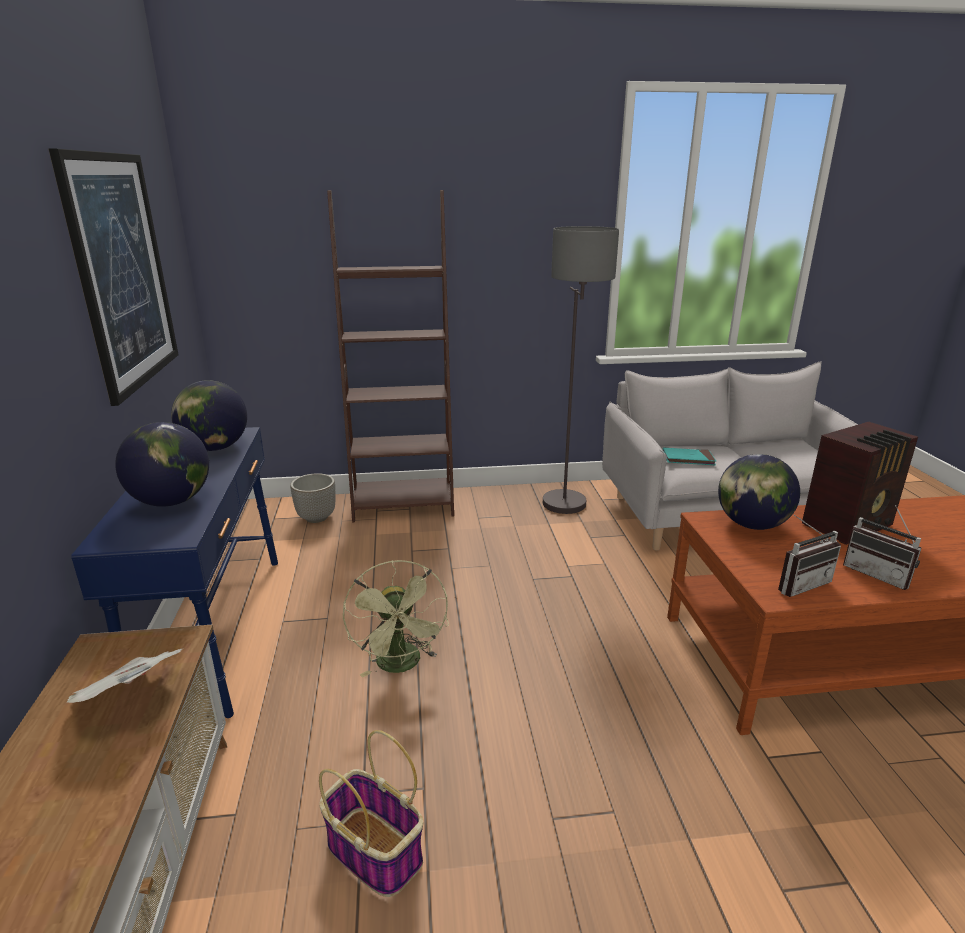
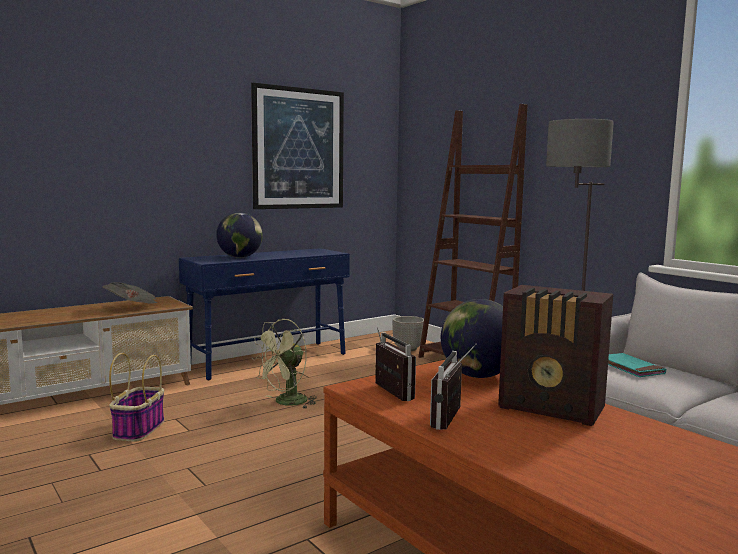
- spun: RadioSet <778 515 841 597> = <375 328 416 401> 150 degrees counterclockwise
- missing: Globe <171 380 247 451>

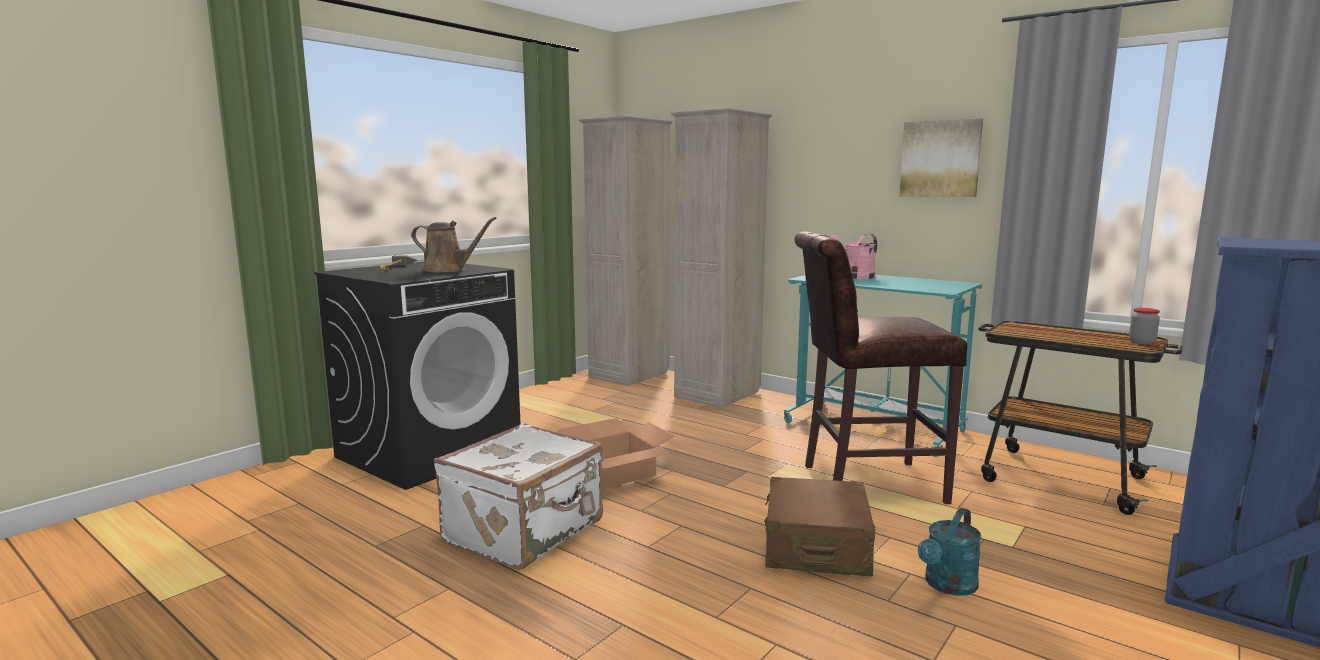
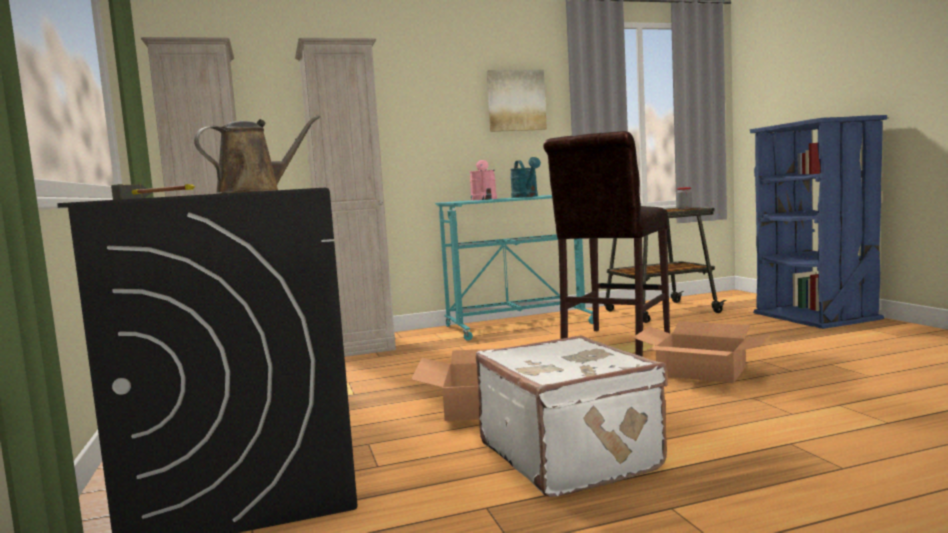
- relocated: BlueGreenWateringPot <918 508 982 596> to <510 157 541 198>
- exchanged: BrownColouredTravelCase <764 477 875 576> to CardboardBox <632 321 771 383>

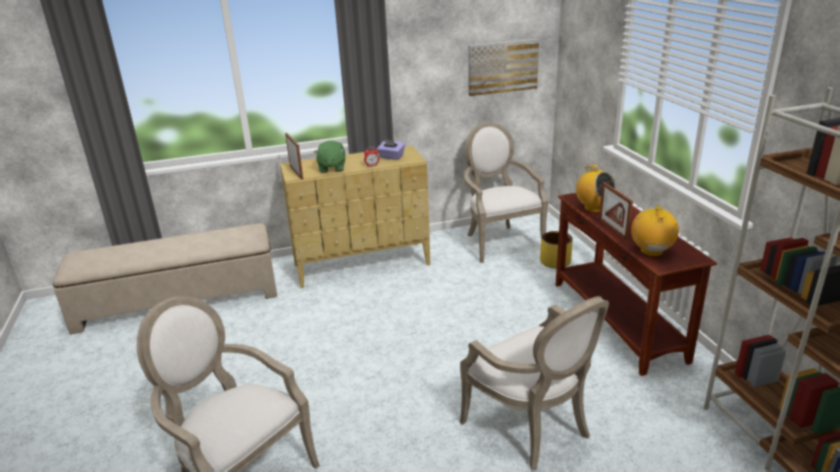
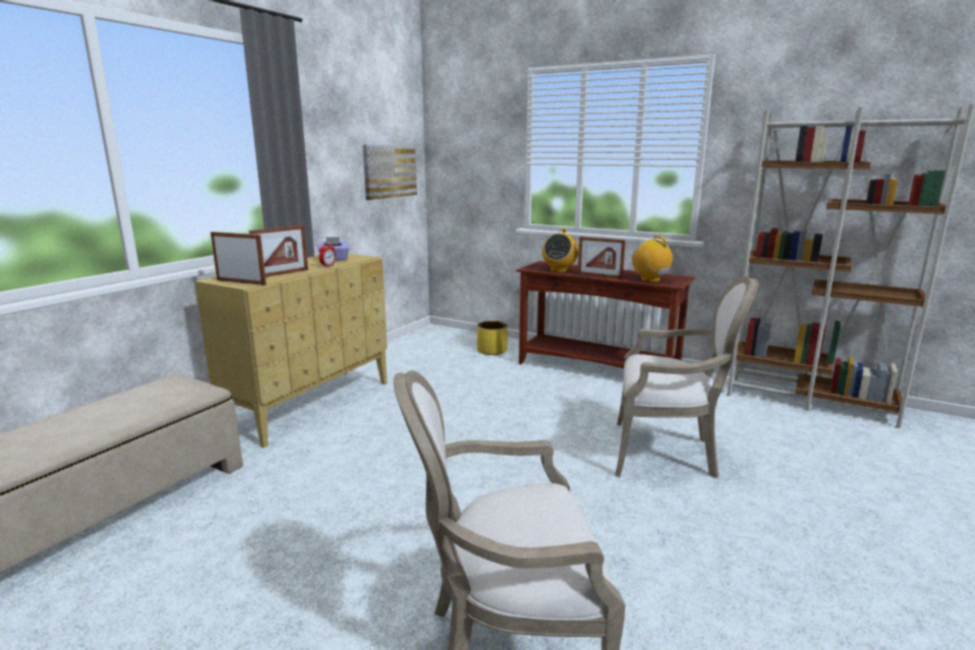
- exchanged: GreenColouredSoftToy <314 140 345 173> to PictureFrame <249 225 308 277>
- spun: RadioSet <575 165 616 212> = <542 228 578 272> 105 degrees clockwise
- missing: Armchair <464 122 548 263>

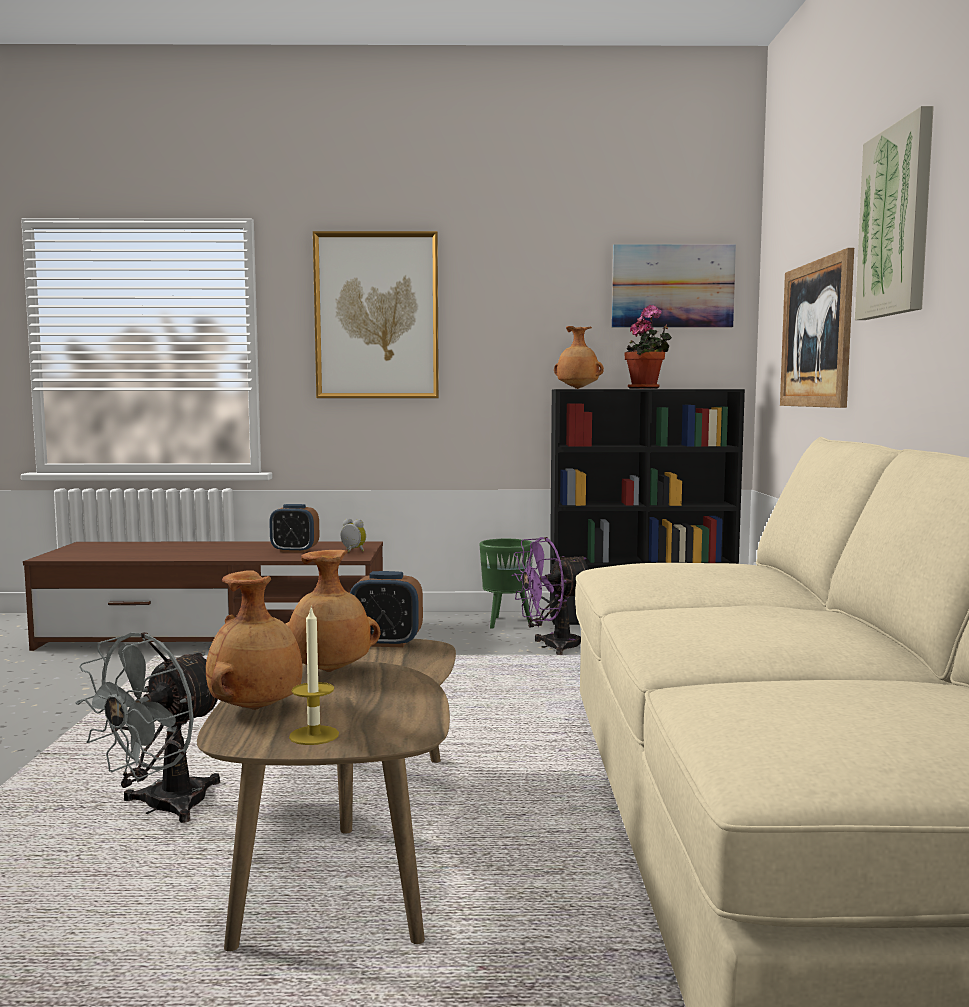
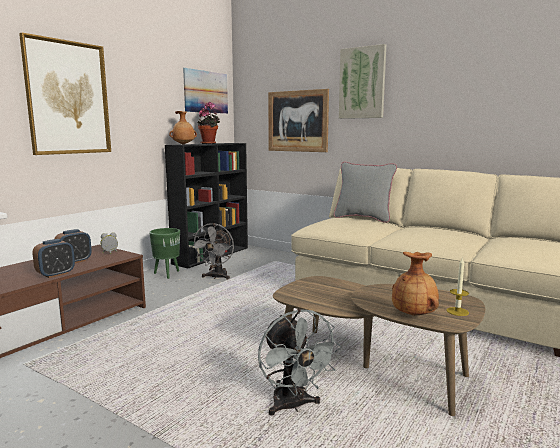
- relocated: TableClock <350 571 423 647> to <33 239 75 278>
- colour: PurpleCoolingFan <512 537 589 655> to GreyCoolingFan <190 223 234 280>
- appeared: GreyThrowPillow <334 162 397 223>
- missing: BrownColouredVase <285 550 381 672>

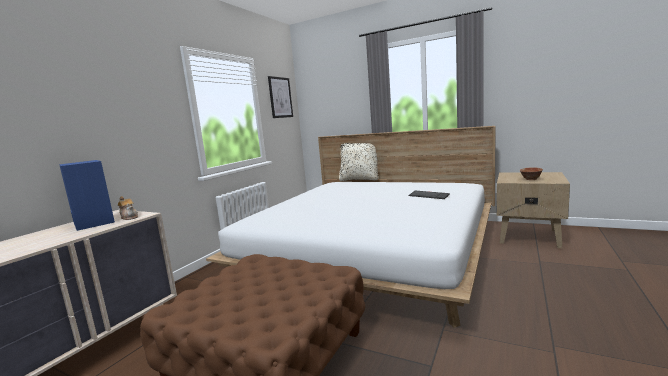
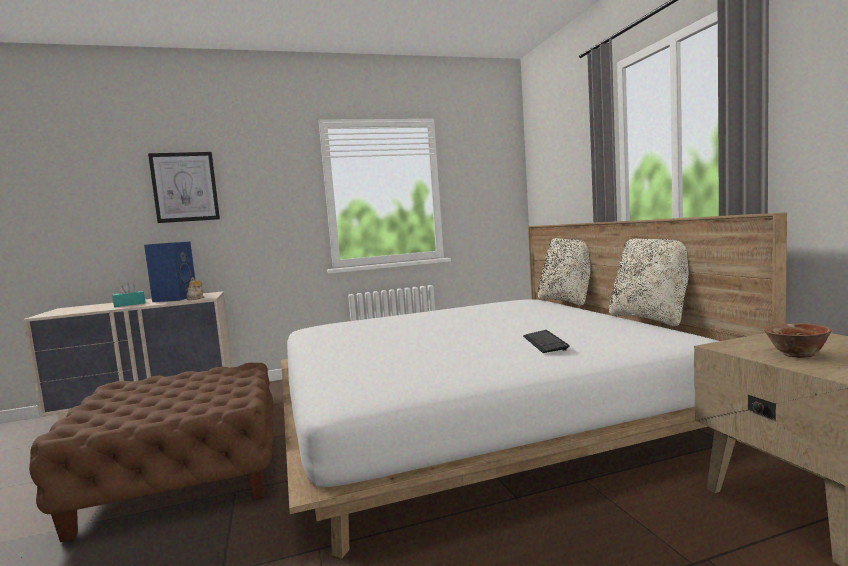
- appeared: BlueGreenTissueBox <112 282 145 307>
- relocated: Picture <268 76 293 118> to <148 152 220 223>
- appeared: BeigeThrowPillow <609 238 689 326>

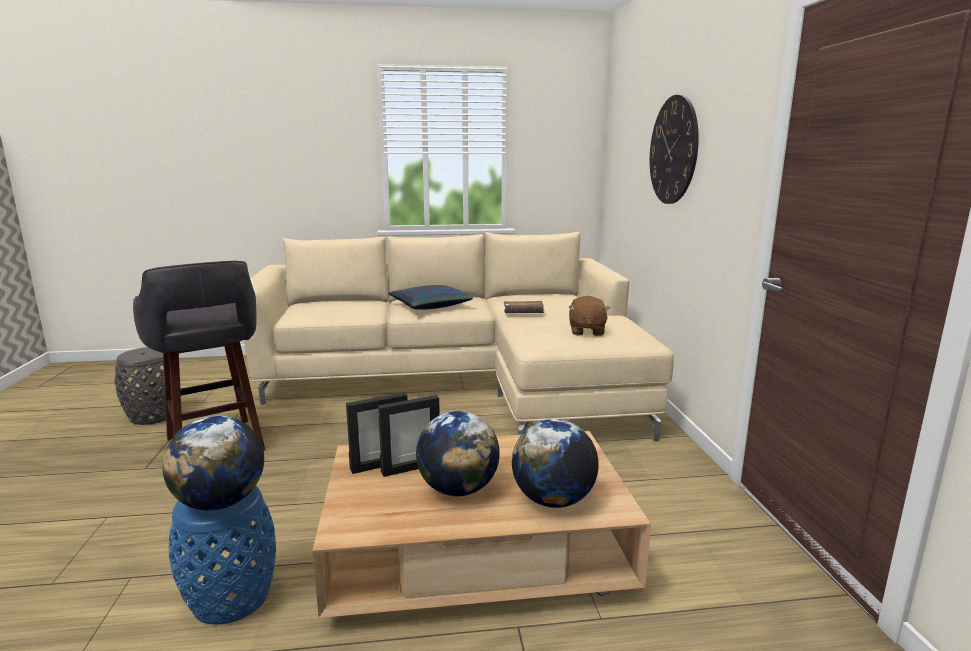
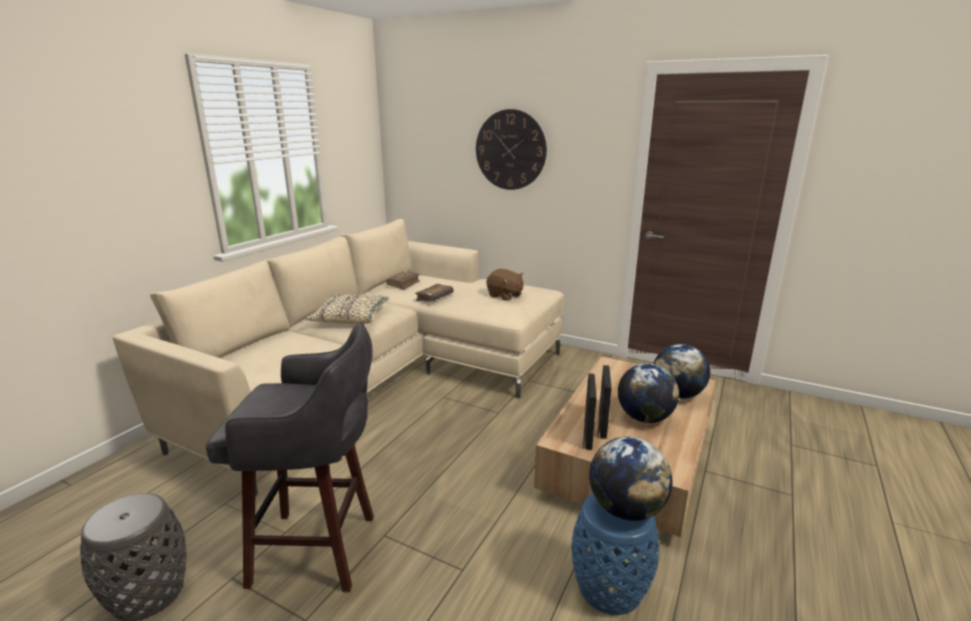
- colour: BlueThrowPillow <388 285 473 310> to BeigeThrowPillow <305 294 389 324>
- appeared: BrownColouredVolume <386 271 420 290>

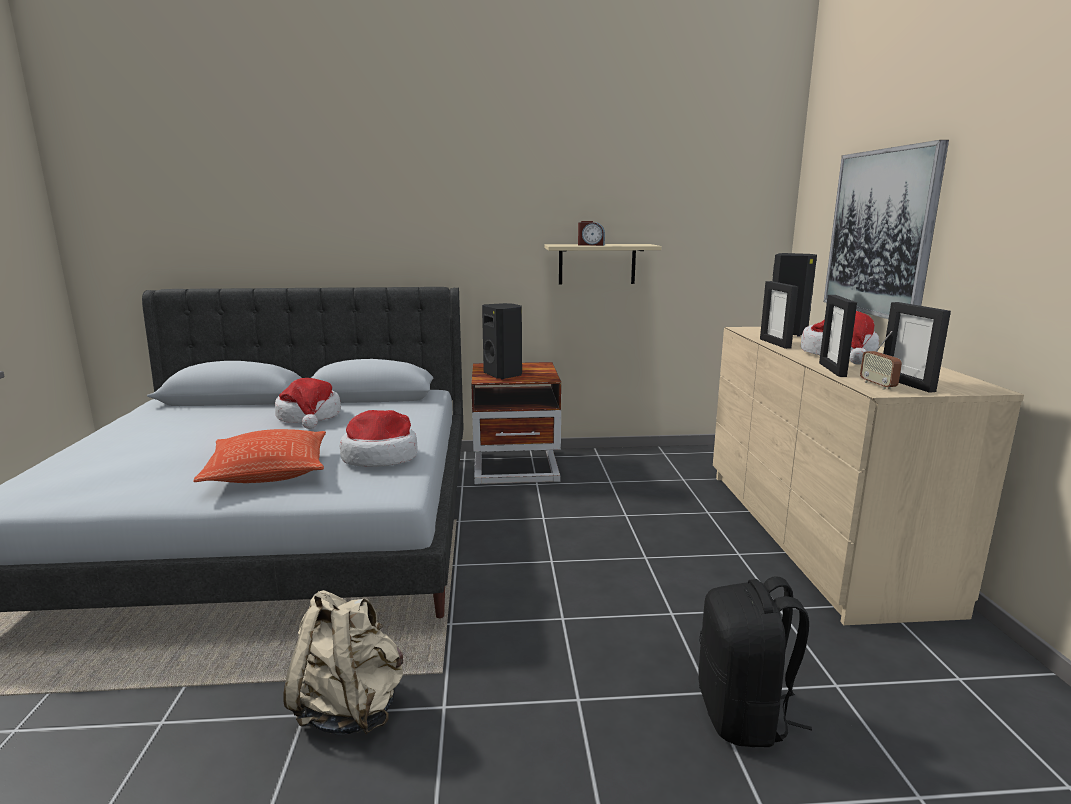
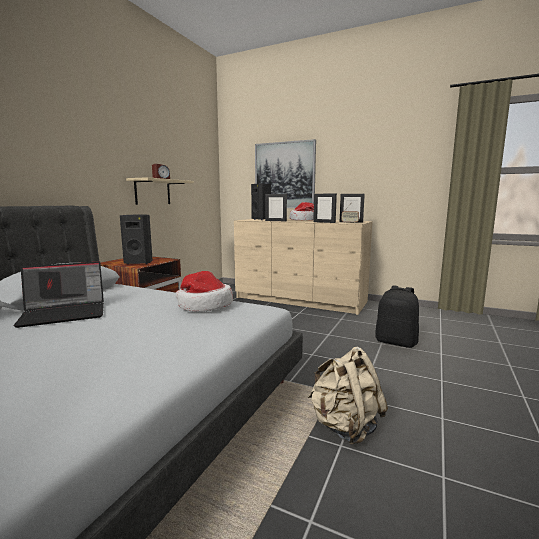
- exchanged: Hat <275 378 341 429> to PortableComputer <13 261 104 328>
- missing: OrangeyThrowPillow <193 429 326 483>

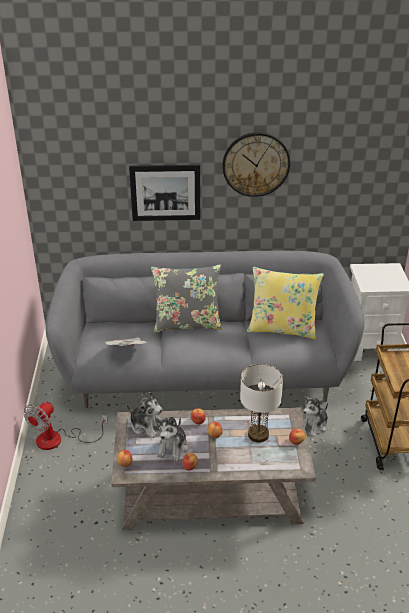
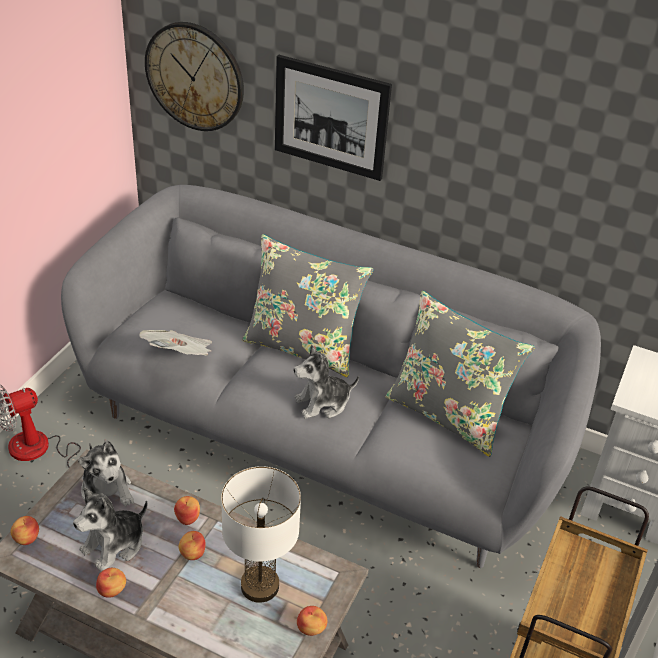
- relocated: HangingClock <223 132 290 197> to <145 22 244 131>
- relocated: SoftToy <303 395 328 437> to <294 344 359 419>
- colour: YellowThrowPillow <247 267 324 340> to GreyThrowPillow <385 291 535 457>

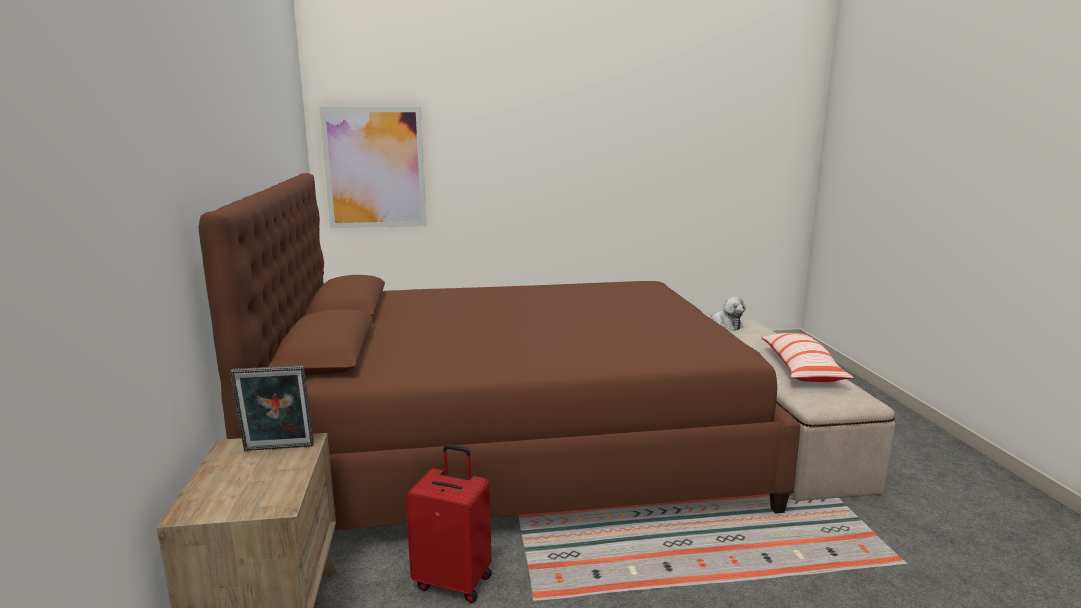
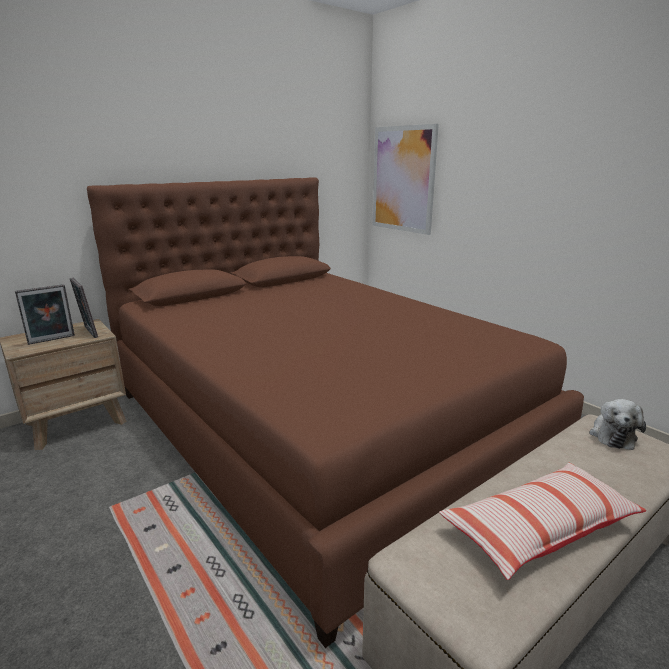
- appeared: PictureFrame <15 284 75 345>
- missing: ReddishTravelCase <406 444 492 603>

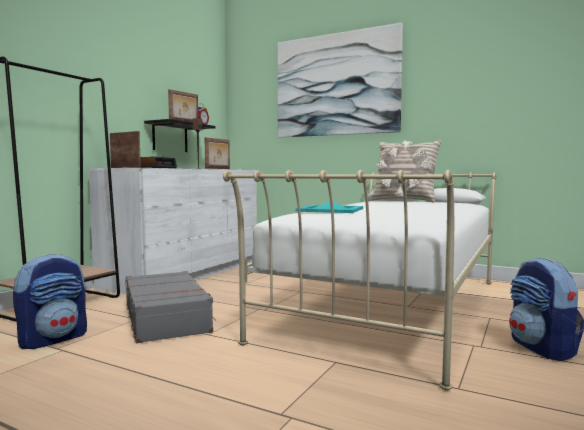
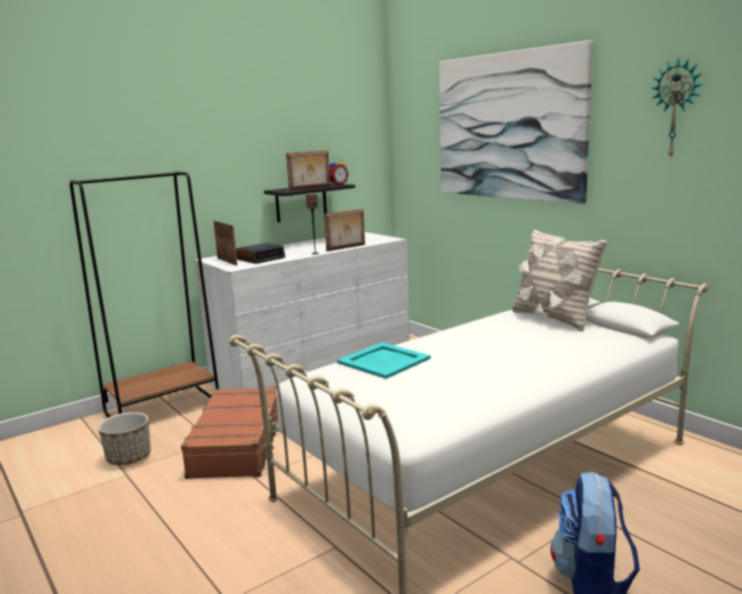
- exchanged: Backpack <13 254 87 349> to Planter <98 412 151 465>
- colour: GreyTravelCase <125 271 215 344> to BrownColouredTravelCase <181 387 278 479>
- appeared: HangingClock <651 57 703 159>

